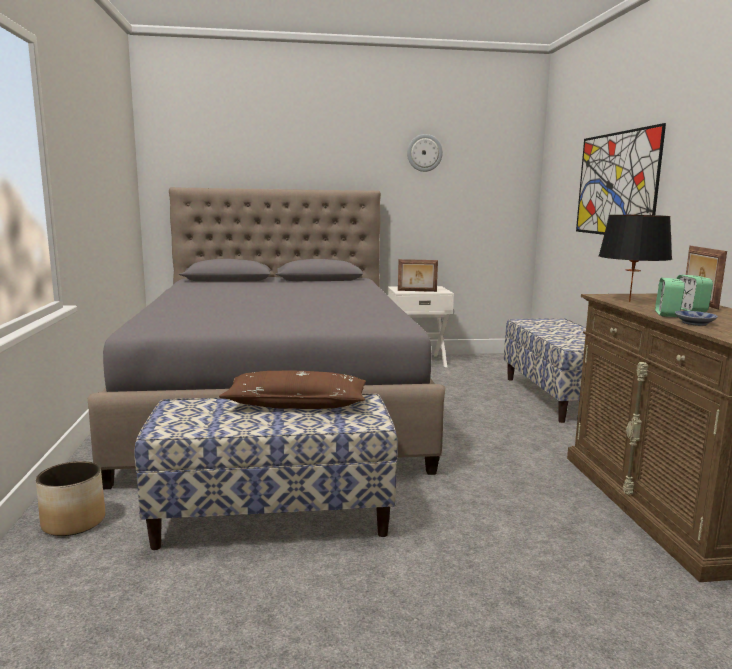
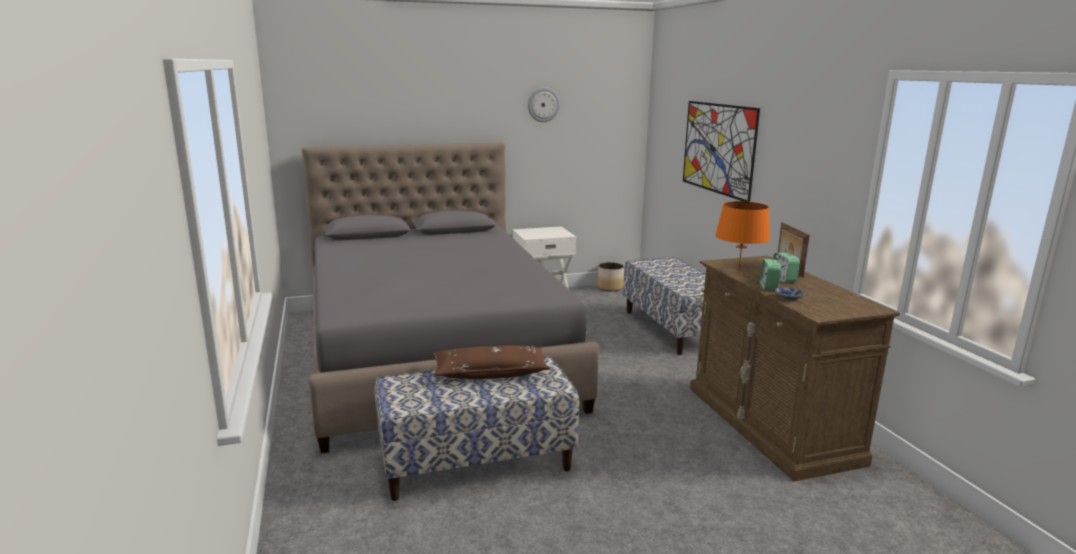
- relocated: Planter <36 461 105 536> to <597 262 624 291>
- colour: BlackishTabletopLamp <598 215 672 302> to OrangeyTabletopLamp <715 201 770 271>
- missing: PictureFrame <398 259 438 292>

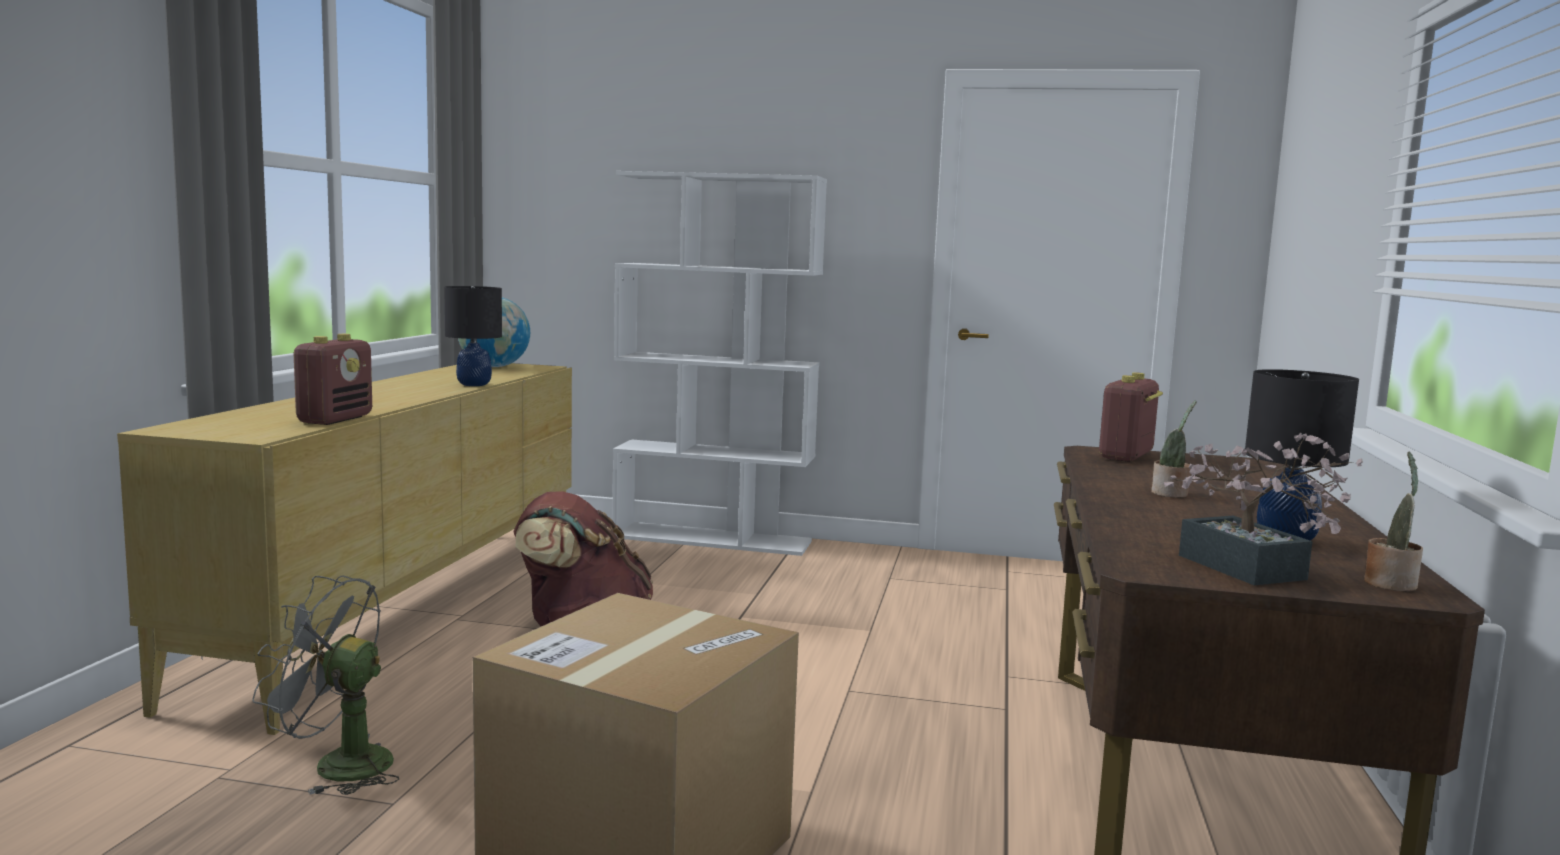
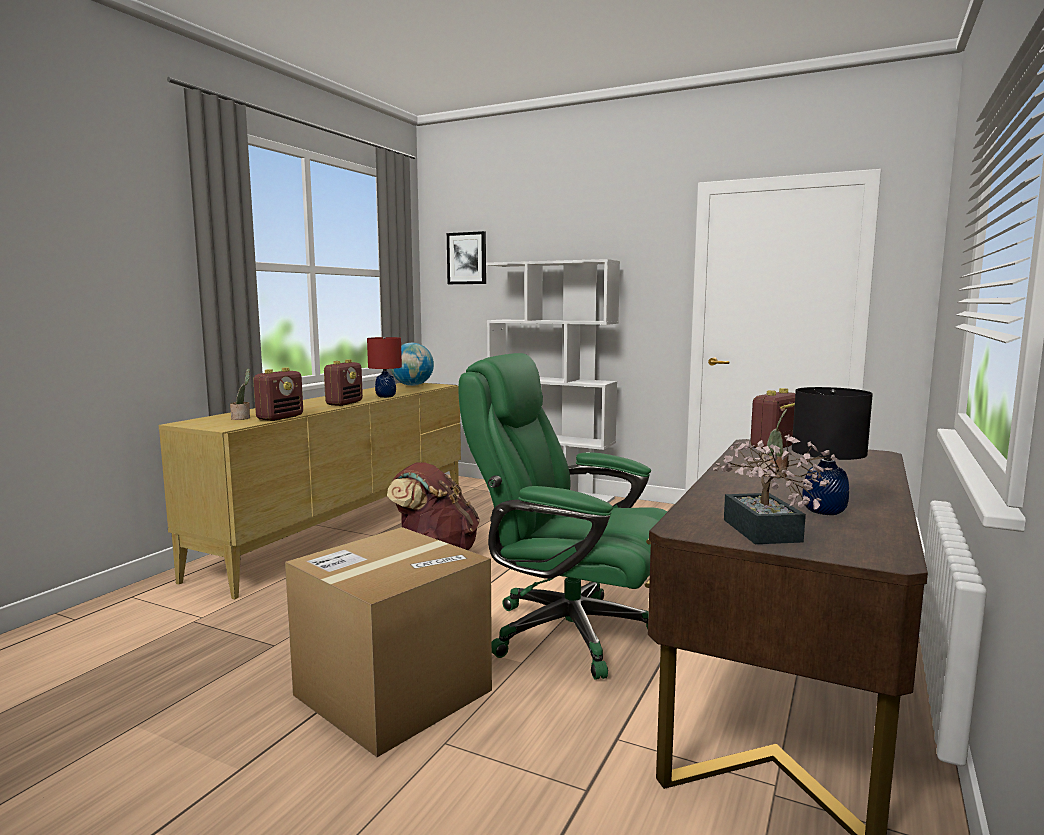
- relocated: PlantInAPot <1364 451 1423 591> to <230 368 250 420>
- appeared: RadioSet <324 359 363 406>
- colour: BlackishTabletopLamp <444 286 502 386> to ReddishTabletopLamp <367 337 402 398>
- appeared: Picture <447 231 486 284>
- appeared: GreenColouredComputerChair <458 353 668 680>
- missing: GreyCoolingFan <253 576 399 795>

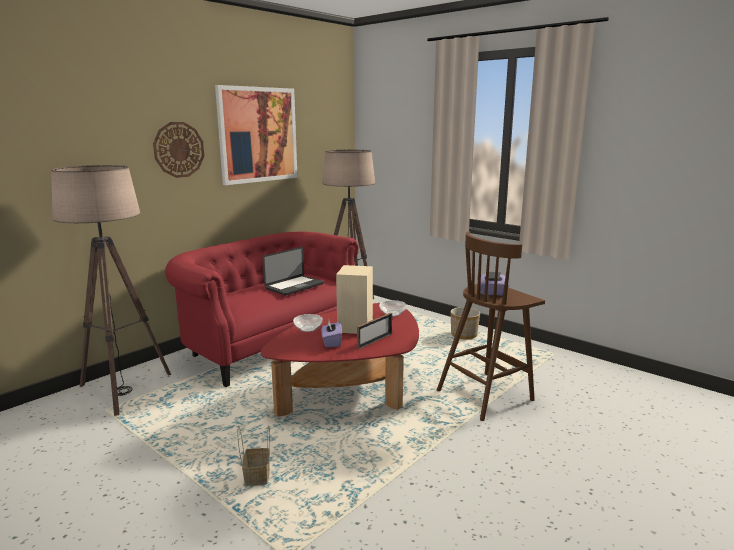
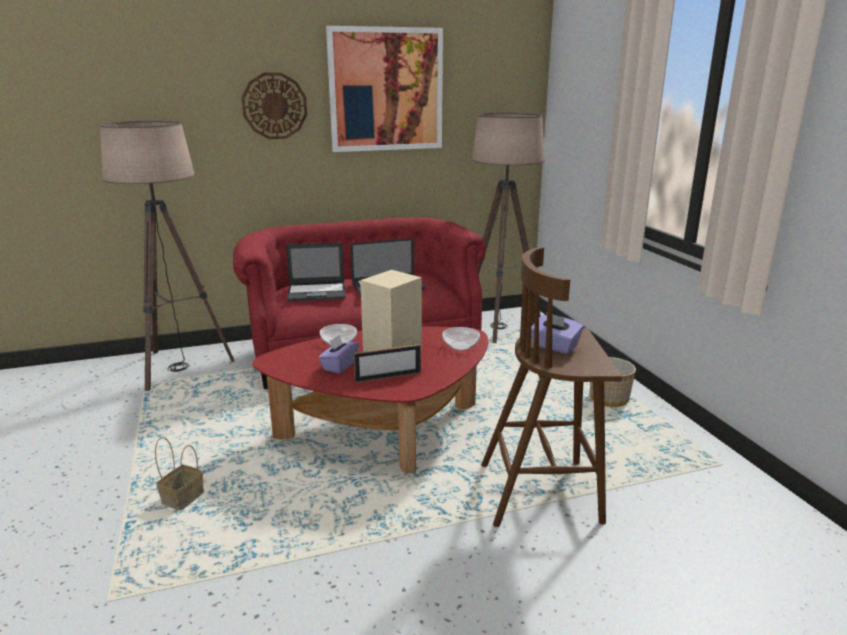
- appeared: PortableComputer <286 242 345 302>

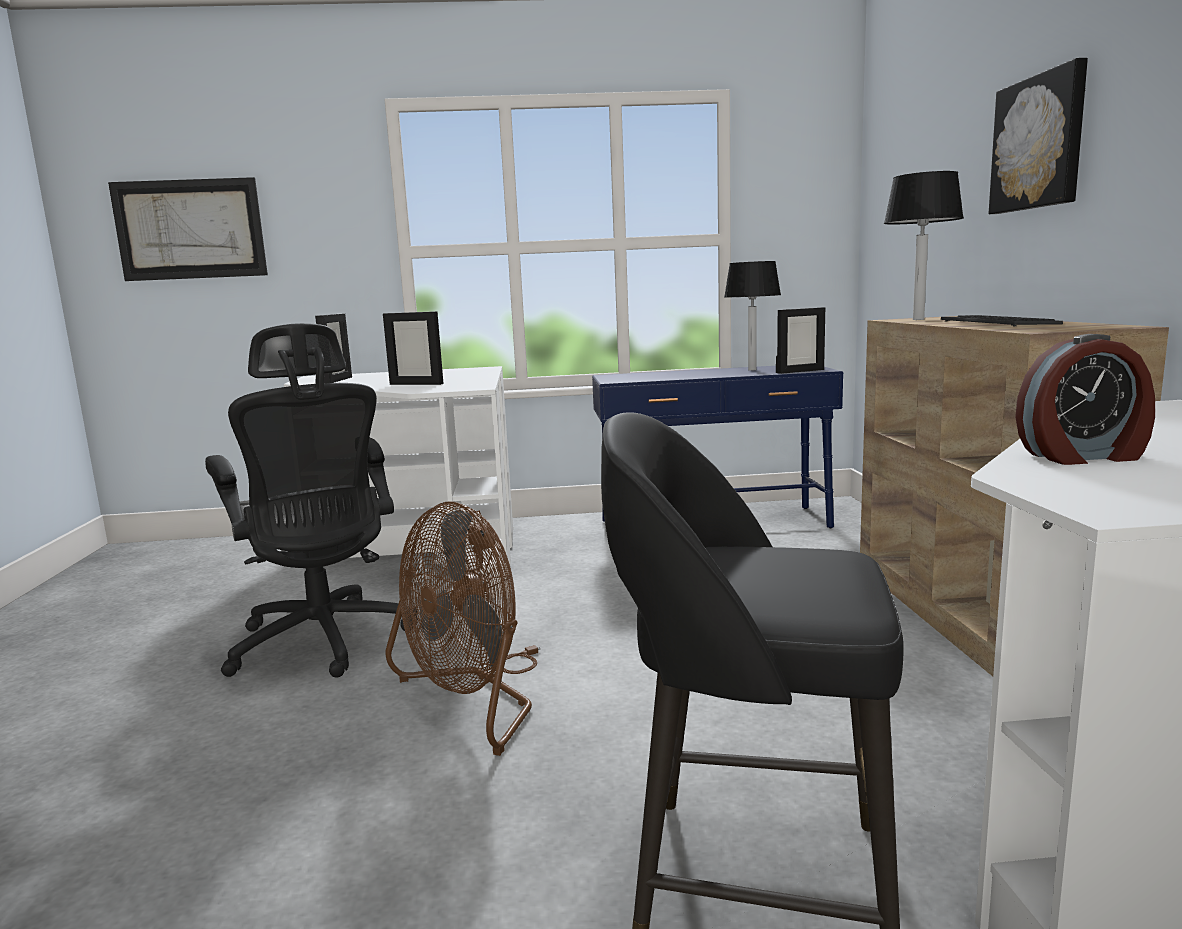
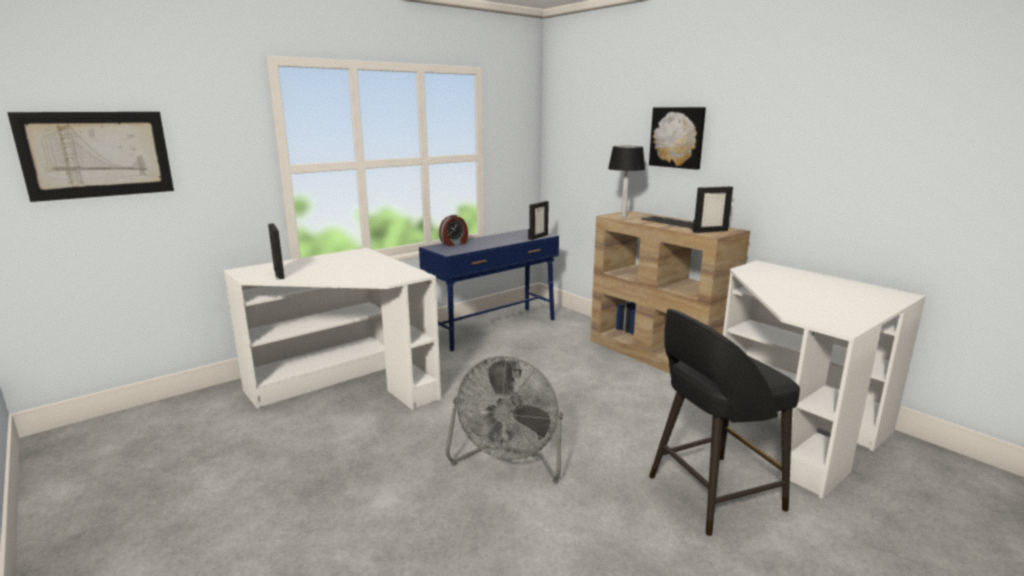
- relocated: TableClock <1015 334 1155 465> to <439 215 468 246>
- colour: BrownColouredCoolingFan <385 502 541 756> to GreyCoolingFan <446 356 563 484>
- relocated: PictureFrame <383 311 444 385> to <692 186 733 233>
- missing: ComputerChair <205 323 418 678>
- missing: TabletopLamp <724 261 781 371>

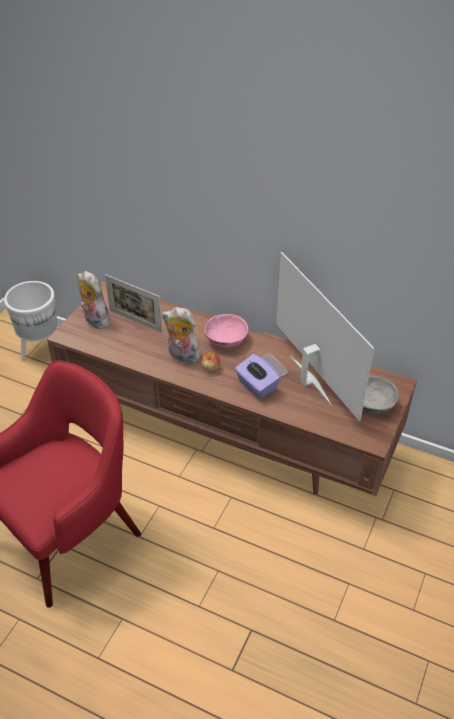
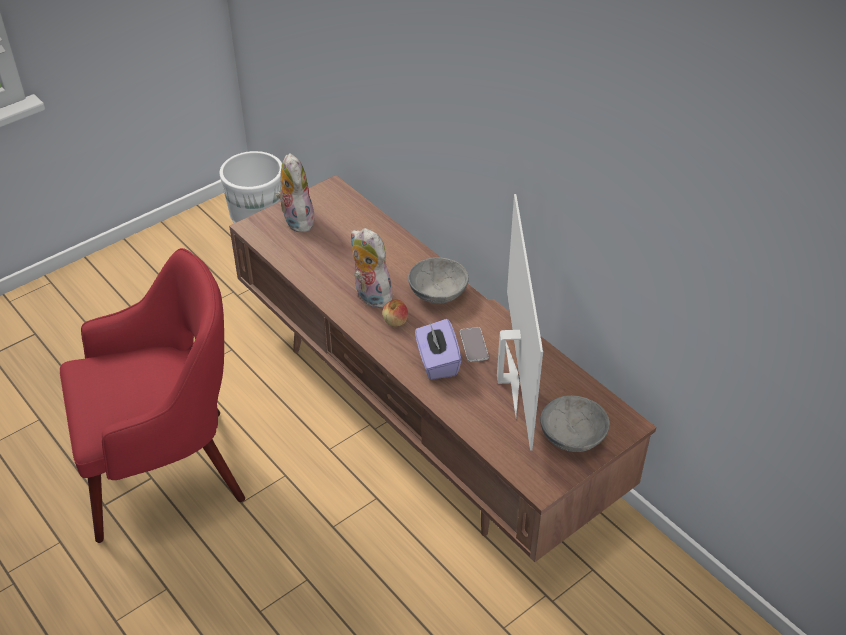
- colour: PinkServingBowl <205 314 248 348> to GreyServingBowl <408 257 469 304>
- missing: PictureFrame <105 274 162 333>

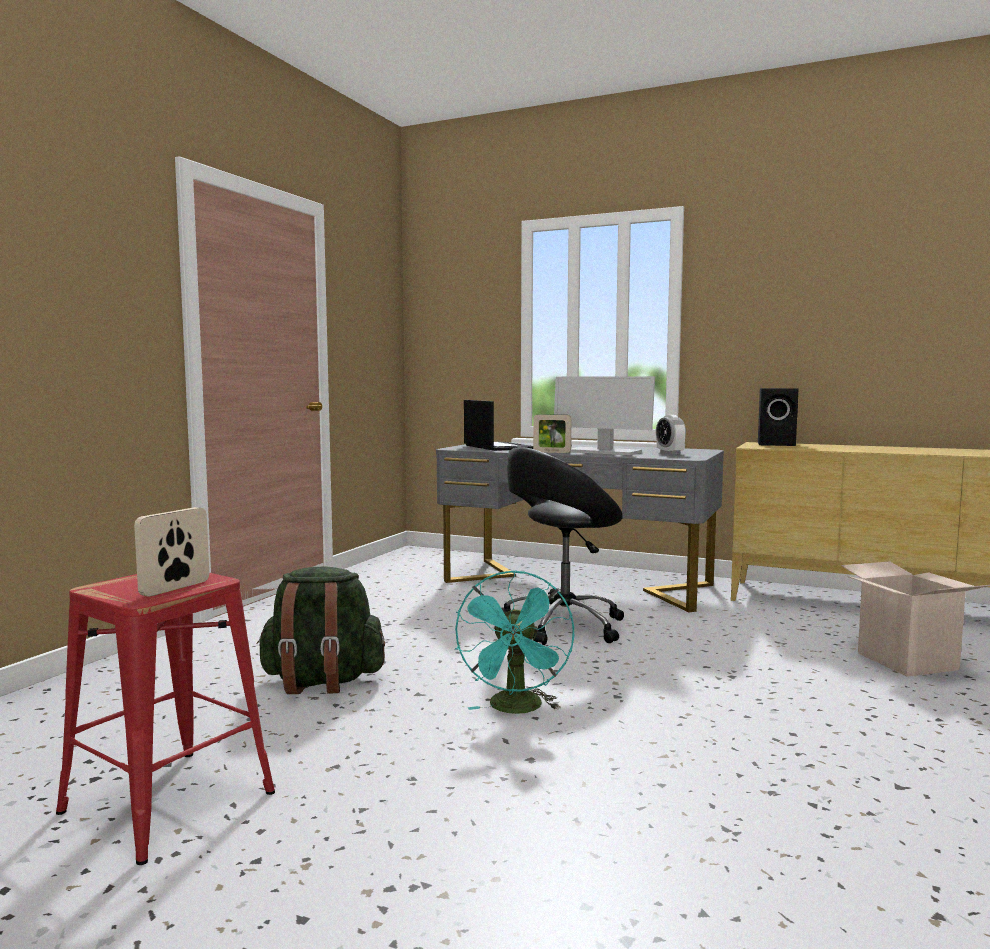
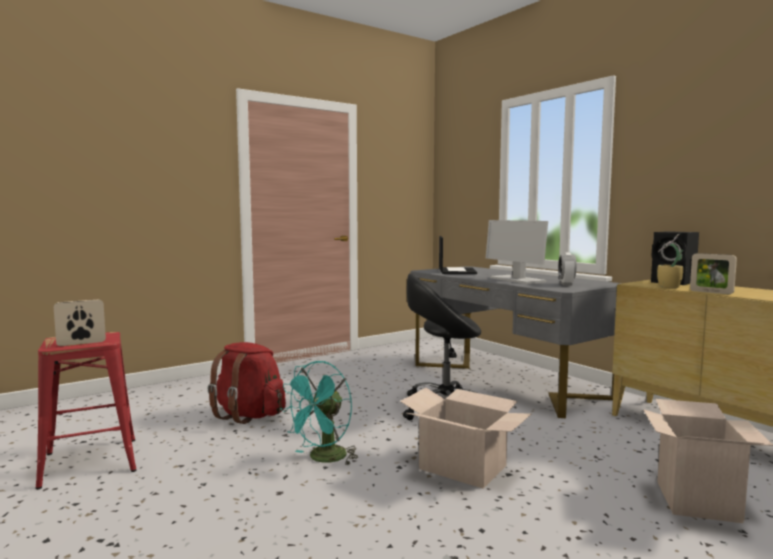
- colour: GreenColouredBackpack <257 567 385 694> to ReddishBackpack <208 342 286 424>
- appeared: CardboardBox <400 388 531 489>
- appeared: PlantInAPot <657 234 683 288>
- relocated: PictureFrame <533 414 571 453> to <690 253 737 294>

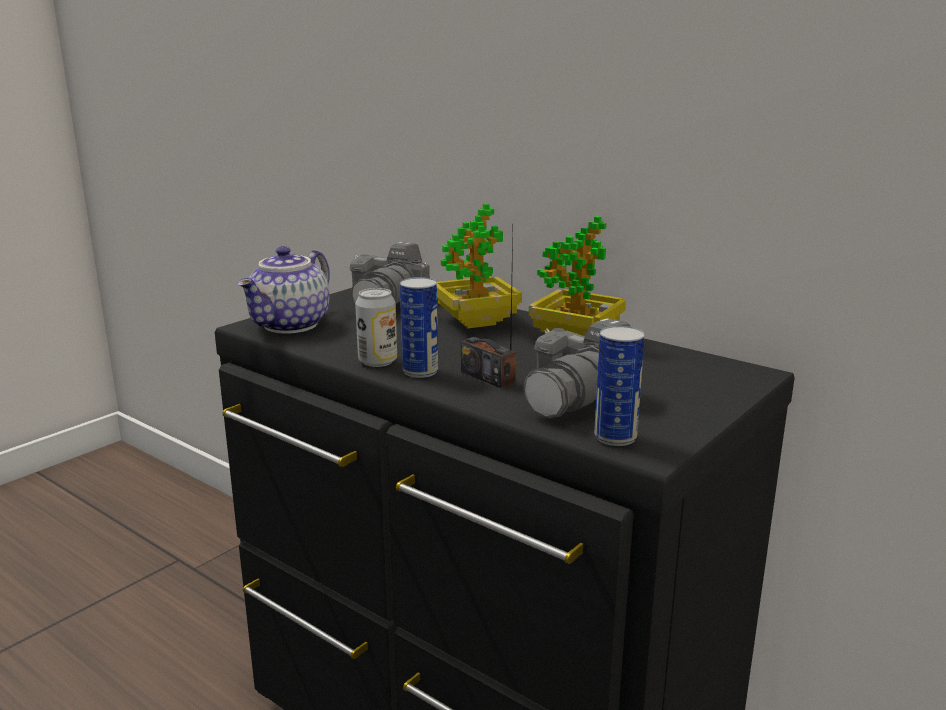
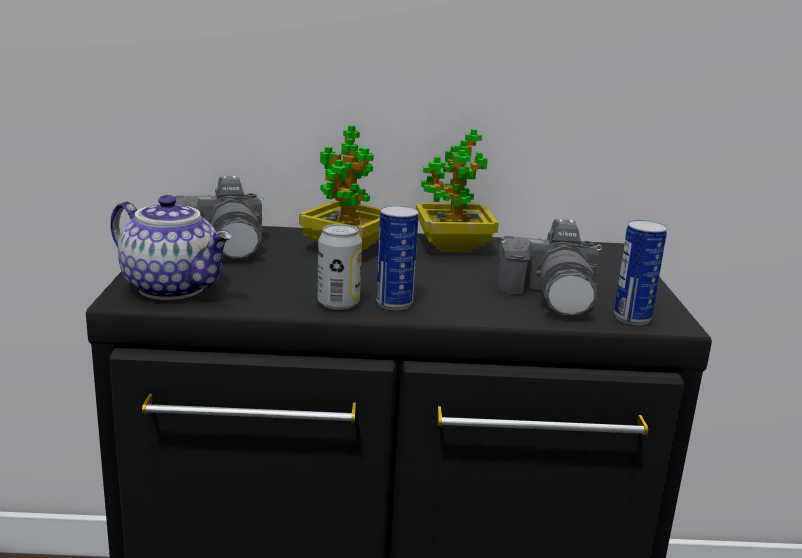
- spun: TeaPot <237 246 330 334> = <110 195 233 300> 45 degrees counterclockwise
- missing: RadioSet <461 231 516 388>

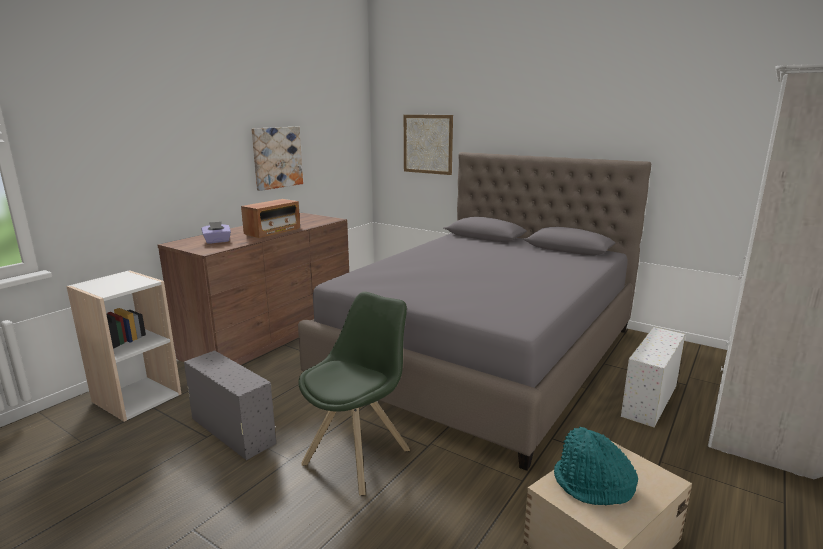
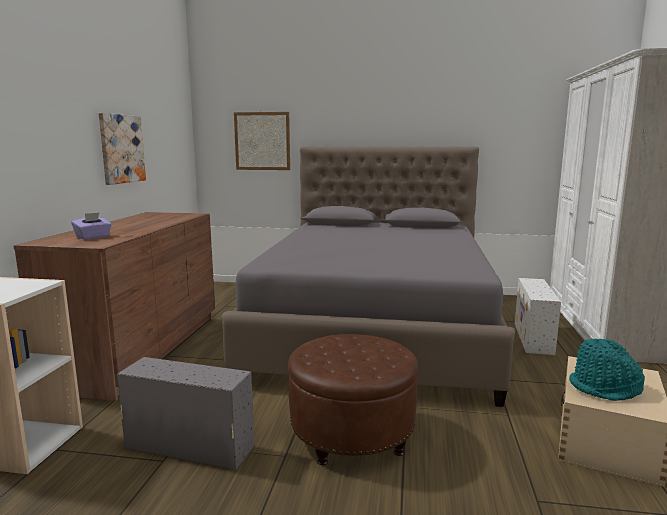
- exchanged: GreenColouredUprightChair <298 292 410 496> to BrownColouredPouffe <288 334 418 465>
- missing: RadioSet <241 199 300 238>

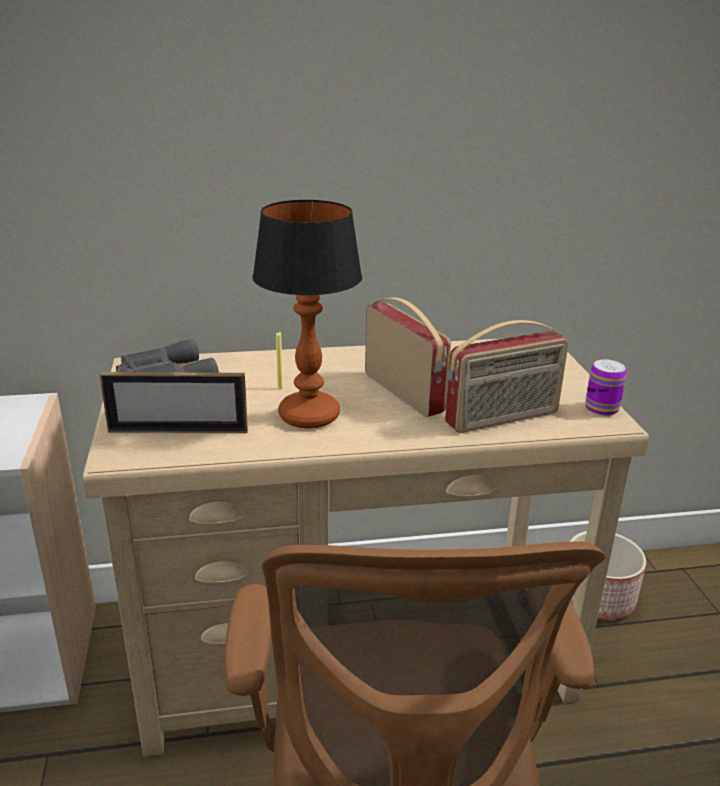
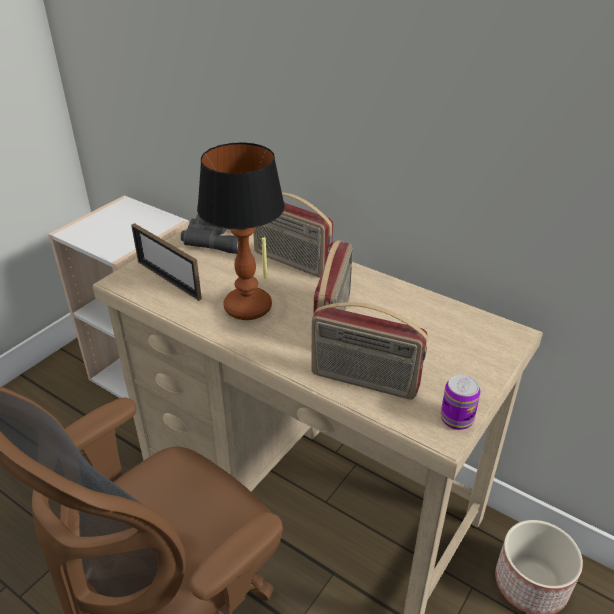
- appeared: RadioSet <253 192 334 278>

